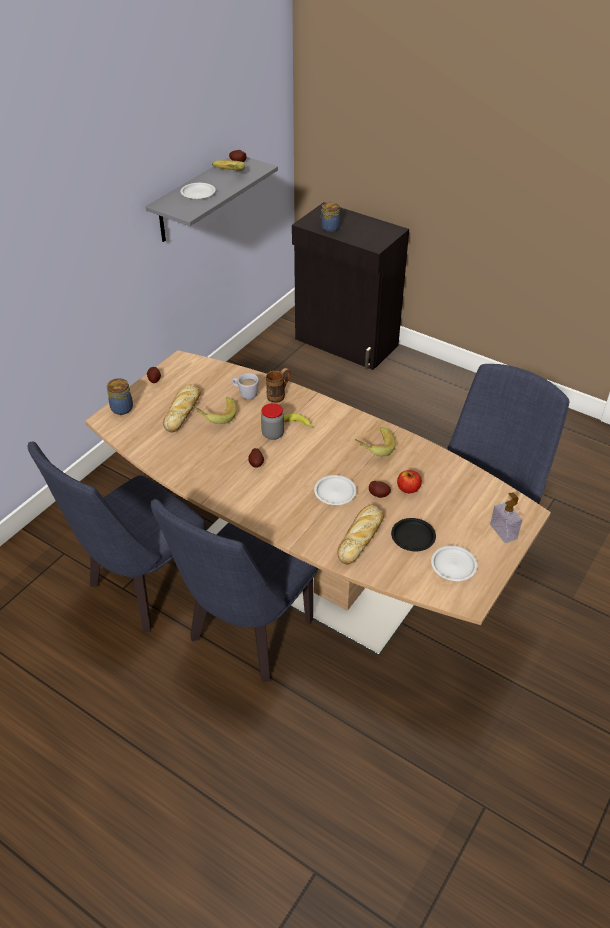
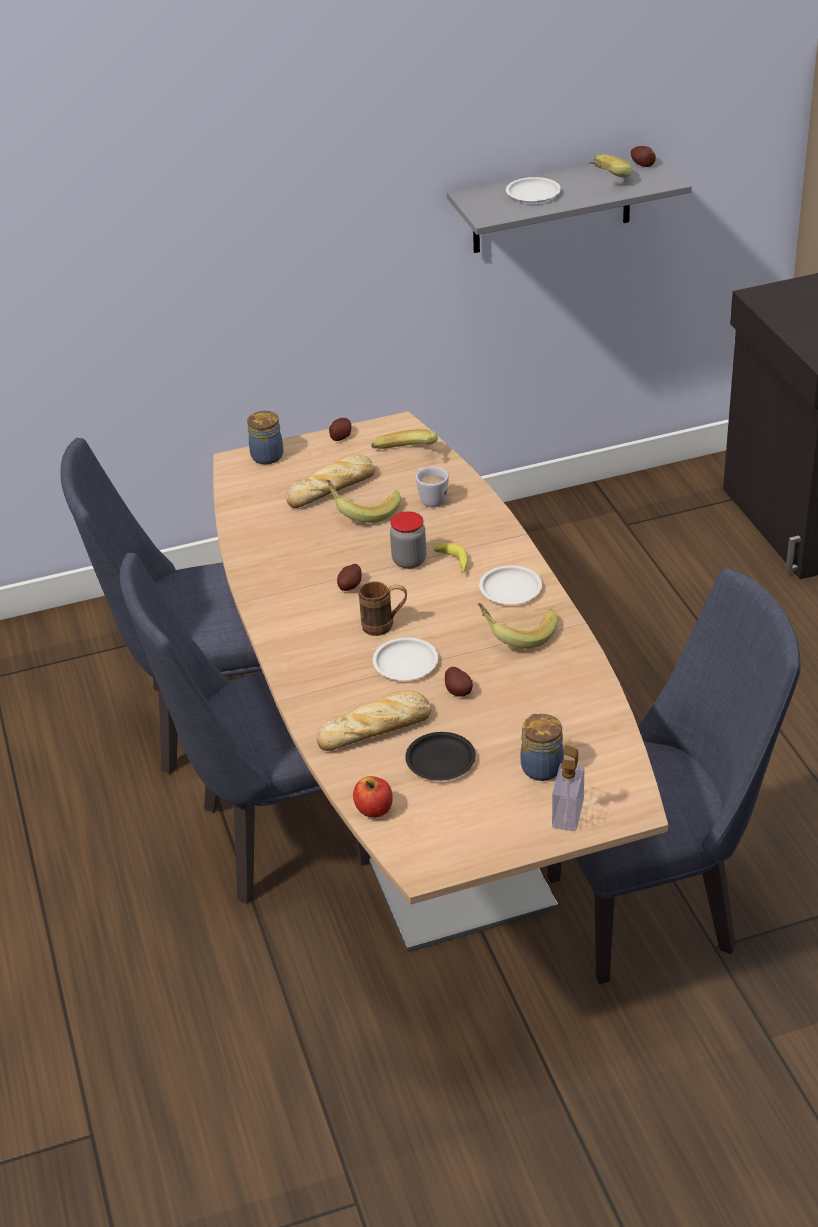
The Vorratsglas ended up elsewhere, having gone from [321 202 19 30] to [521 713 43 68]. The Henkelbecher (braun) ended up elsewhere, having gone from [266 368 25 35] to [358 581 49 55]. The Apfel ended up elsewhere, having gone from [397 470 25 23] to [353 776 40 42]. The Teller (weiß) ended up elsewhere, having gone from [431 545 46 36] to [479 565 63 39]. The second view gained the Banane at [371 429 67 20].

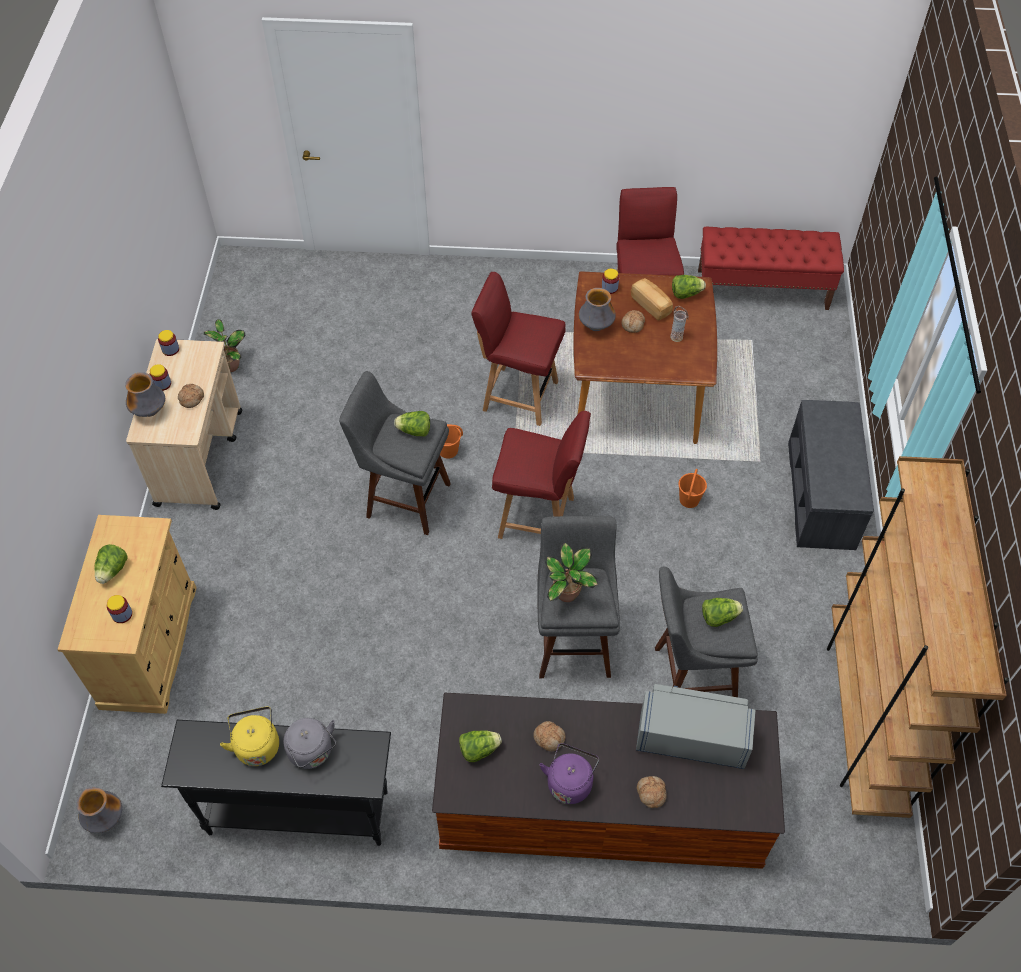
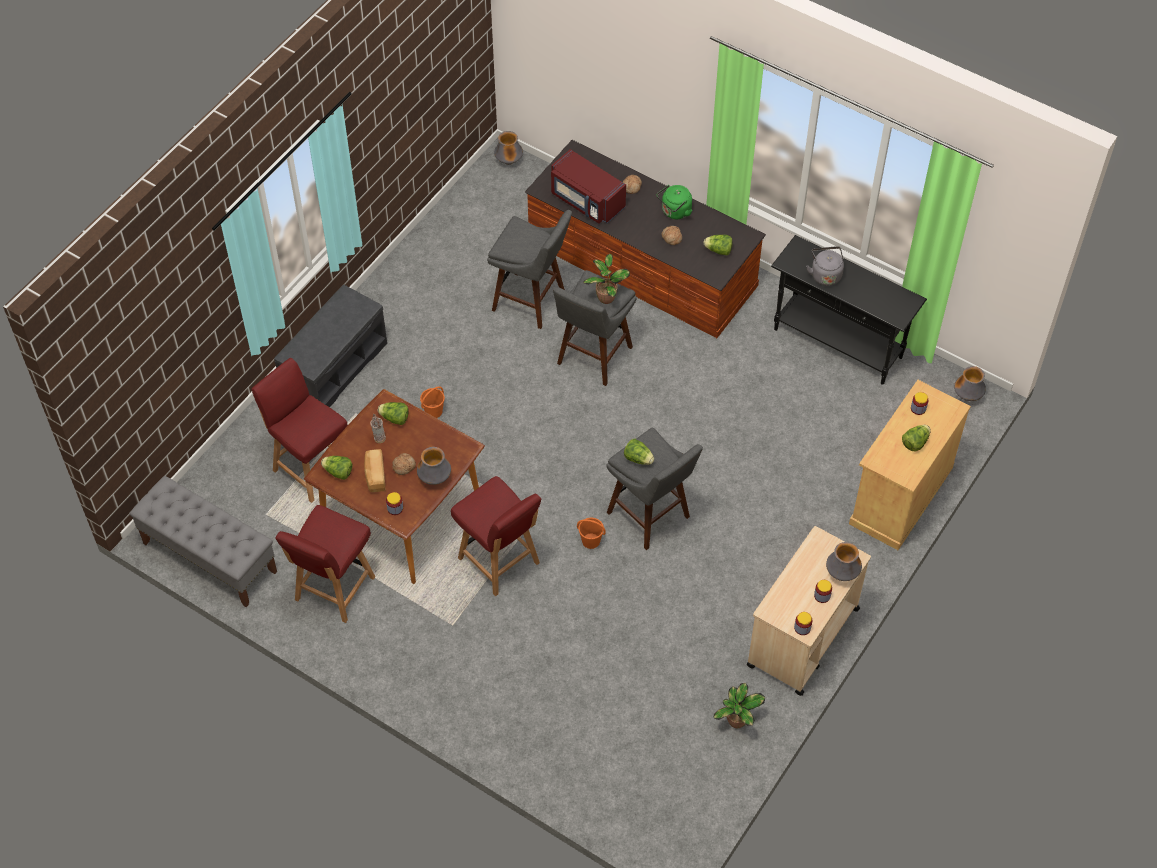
What was the Bank (rot) at [698 227 146 83] turned into the Bank (grau) at [129 476 148 131]. The second view lost the Brot at [178 384 26 24]. The Stuhl (rot) ended up elsewhere, having gone from [492 411 99 128] to [251 358 97 145]. The second view lost the Bücherregal (braun) at [827 456 182 362]. The Salatkopf ended up elsewhere, having gone from [702 598 41 29] to [378 402 31 23]. What was the Mikrowelle (grau) at [636 684 120 85] turned into the Mikrowelle (rot) at [551 149 75 75]. The second view lost the Wasserkessel (gelb) at [220 707 59 59]. What was the Wasserkessel (lila) at [540 743 59 61] turned into the Wasserkessel (grün) at [657 185 35 34]. The second view gained the Vase at [494 131 29 34].

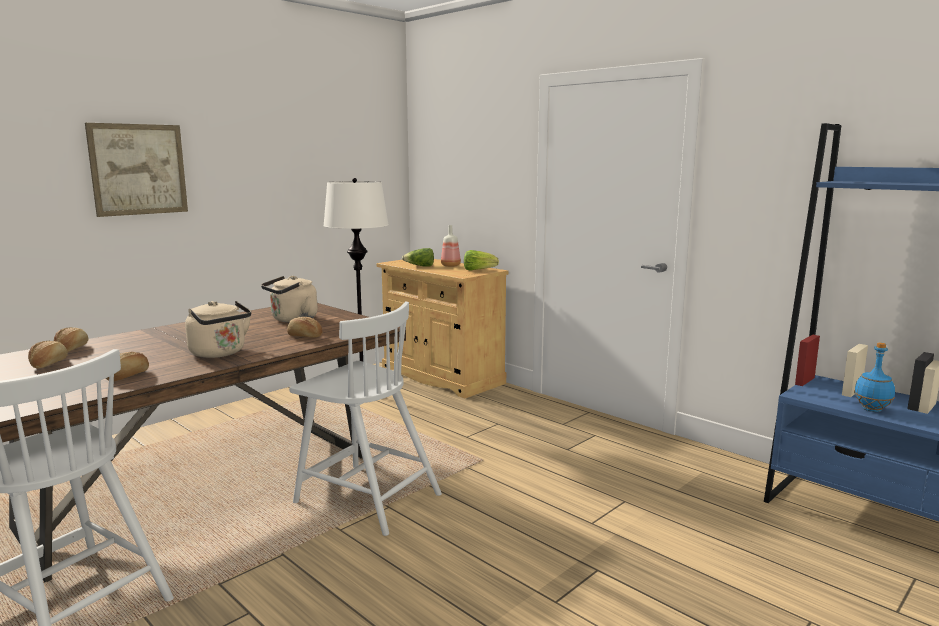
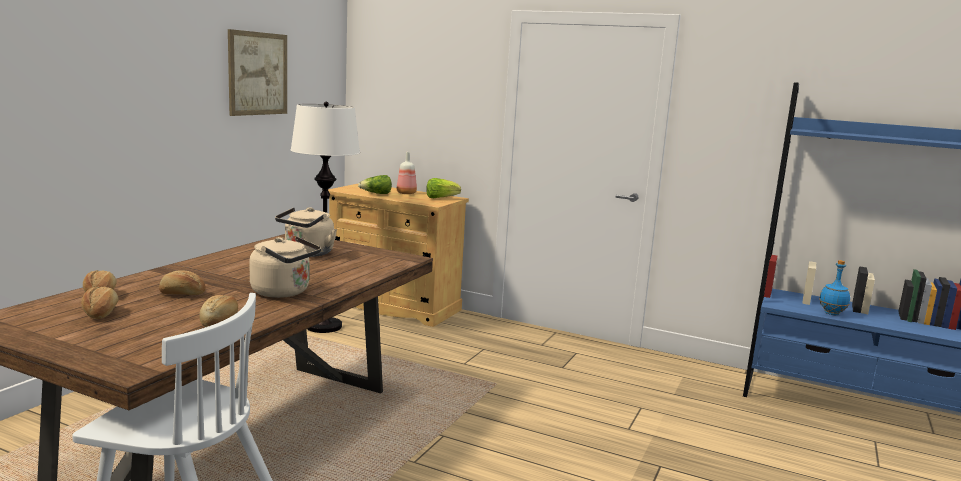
The Bild ended up elsewhere, having gone from [85 123 103 94] to [228 29 59 87]. The second view lost the Stuhl (weiß) at [289 302 153 234]. The Brot ended up elsewhere, having gone from [287 317 35 20] to [159 270 47 25].

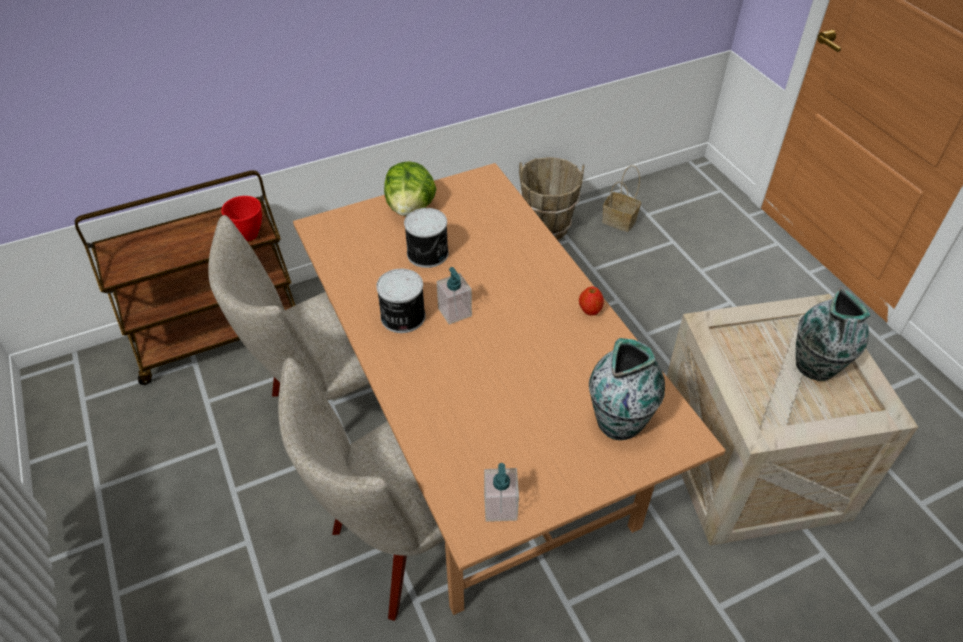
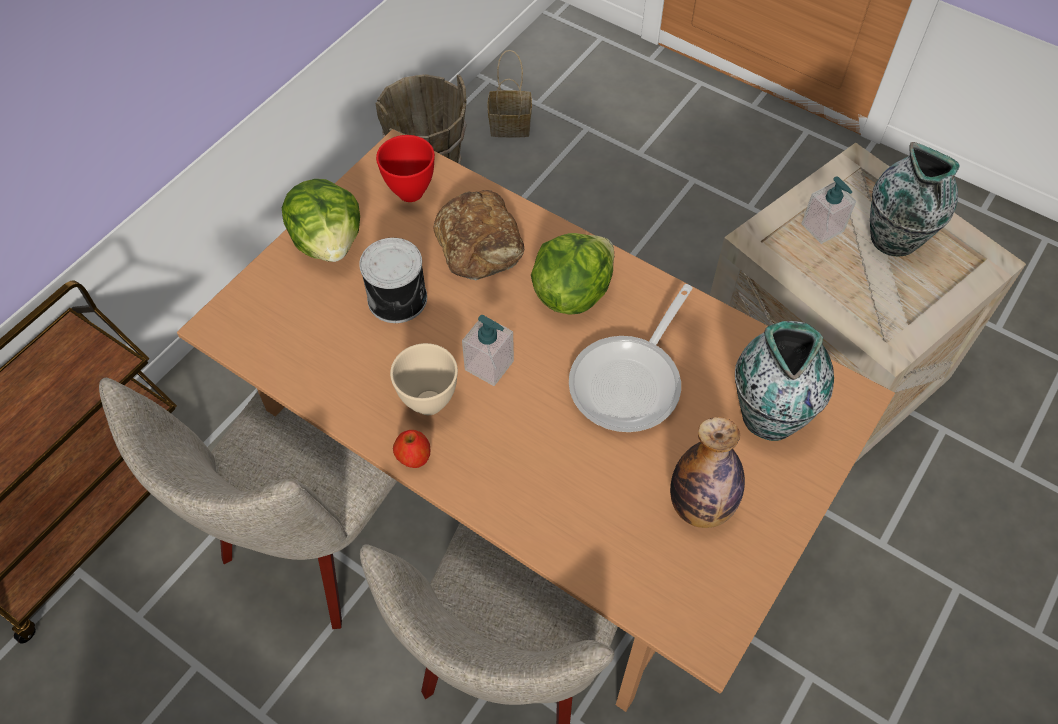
The Schüssel (rot) ended up elsewhere, having gone from [221 196 41 45] to [376 135 59 67]. Where the Dose stood at [376 269 50 64], the Schüssel (beige) came to stand at [390 343 68 72]. The Apfel ended up elsewhere, having gone from [579 287 25 29] to [393 430 37 38]. The Seifenspender ended up elsewhere, having gone from [484 463 35 59] to [801 176 55 68]. The second view gained the Brot at [433 190 91 91]. The second view gained the Salatkopf at [531 233 83 82]. The second view gained the Pfanne at [569 284 124 148]. The second view gained the Flasche at [670 417 75 111].

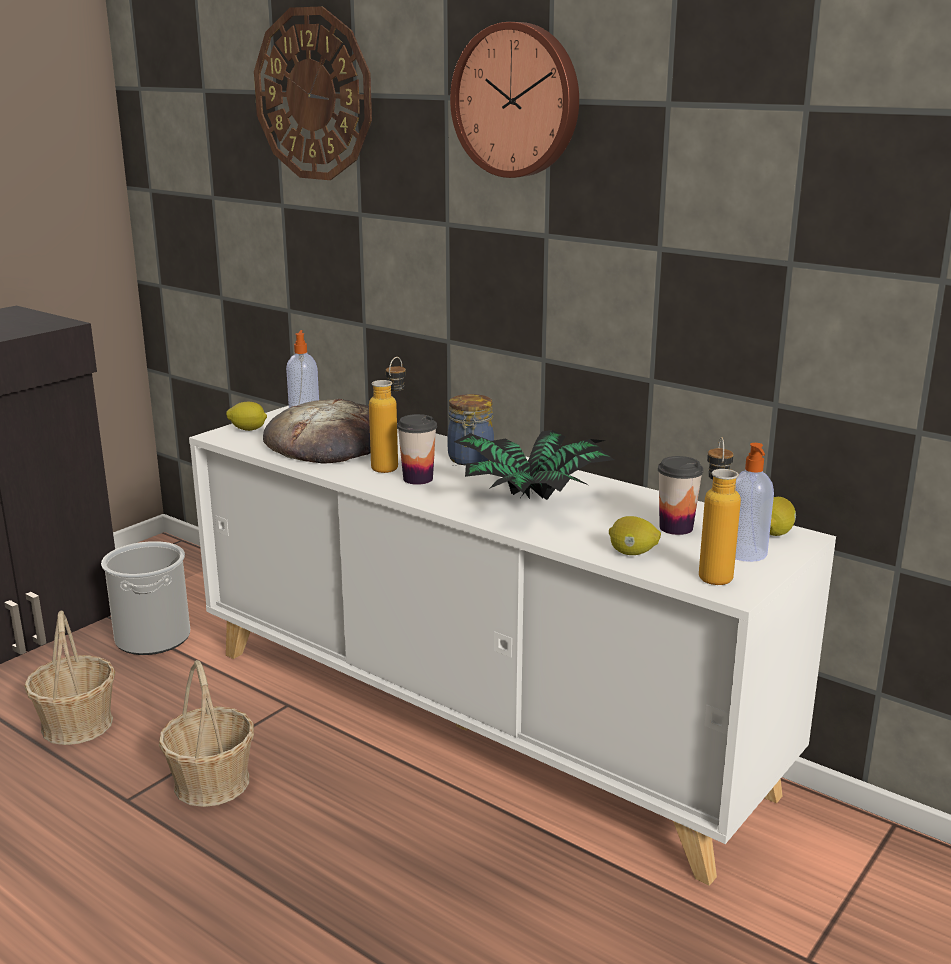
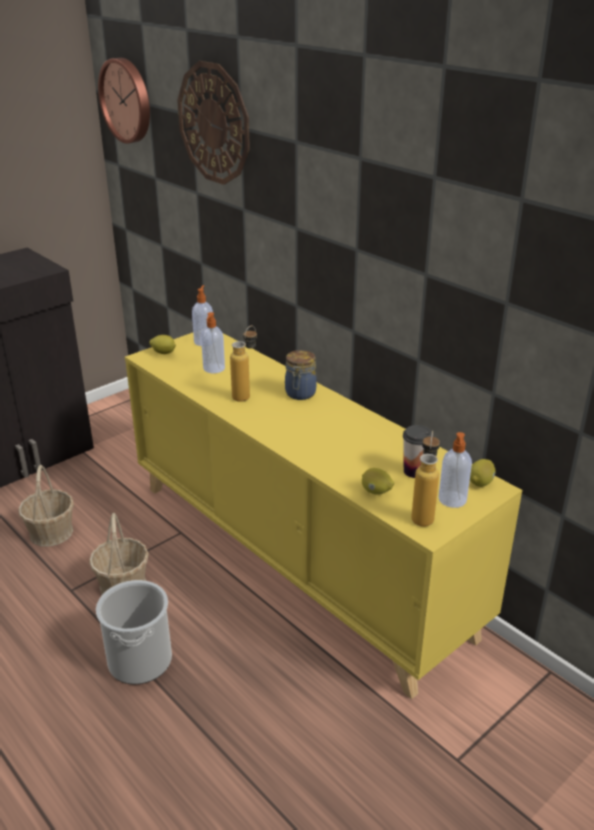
The Wanduhr ended up elsewhere, having gone from [450 22 129 156] to [98 58 52 86]. Where the Brot stood at [263 399 108 64], the Seifenspender came to stand at [201 312 24 61]. What was the Schrank (weiß) at [189 406 647 480] turned into the Schrank (gelb) at [125 333 397 366]. The second view lost the Tasse at [397 414 40 71]. The second view lost the Topfpflanze at [453 430 161 70]. The Eimer ended up elsewhere, having gone from [101 541 89 114] to [96 580 76 104].

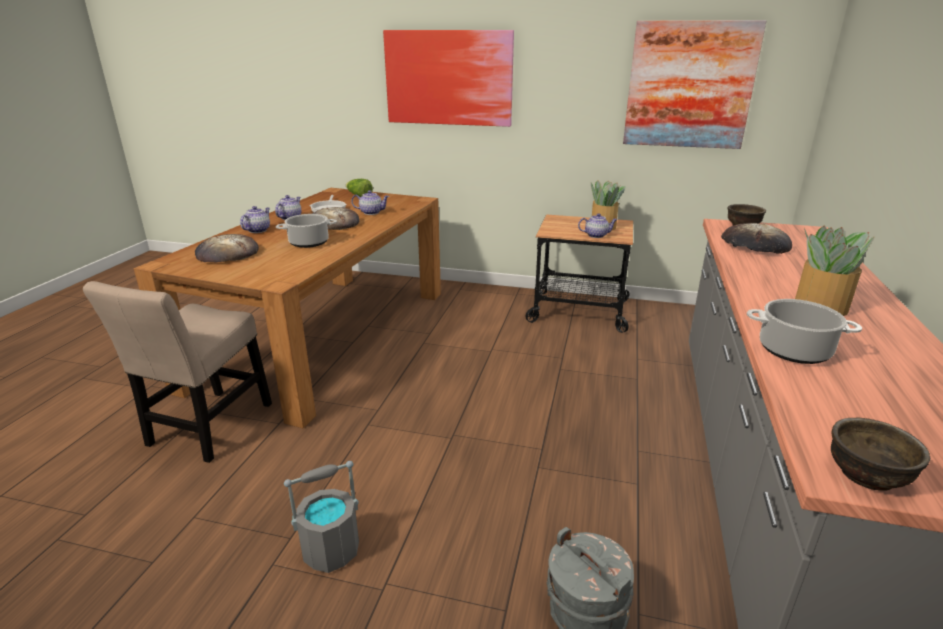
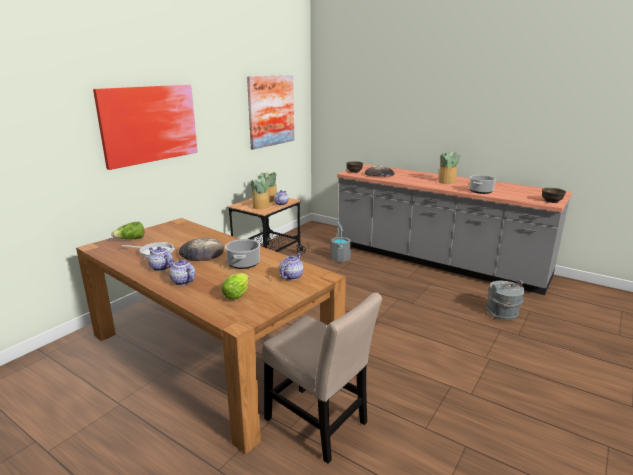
The Teekanne ended up elsewhere, having gone from [351 190 38 25] to [279 253 25 27]. Where the Brot stood at [195 234 64 29], the Salatkopf came to stand at [221 273 28 26]. The Eimer (grau) ended up elsewhere, having gone from [284 461 75 112] to [331 222 20 40]. The second view gained the Topfpflanze at [250 177 21 32].

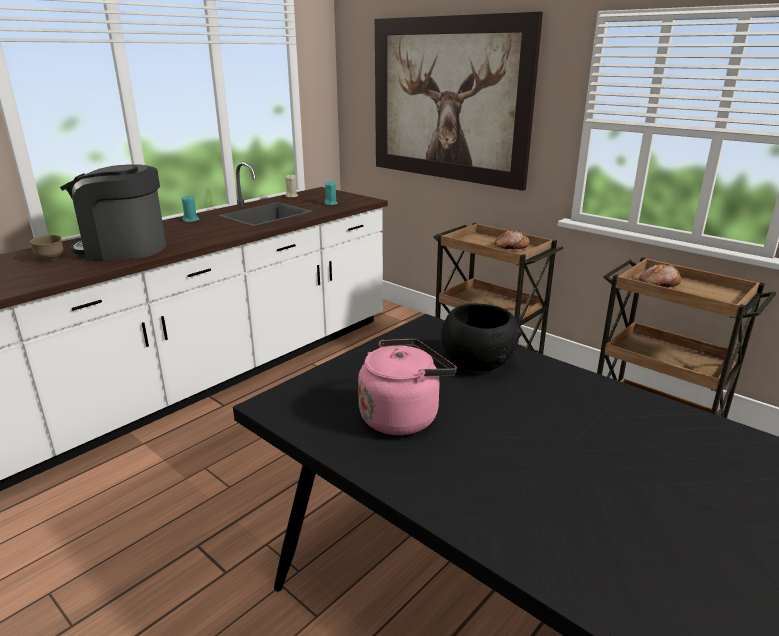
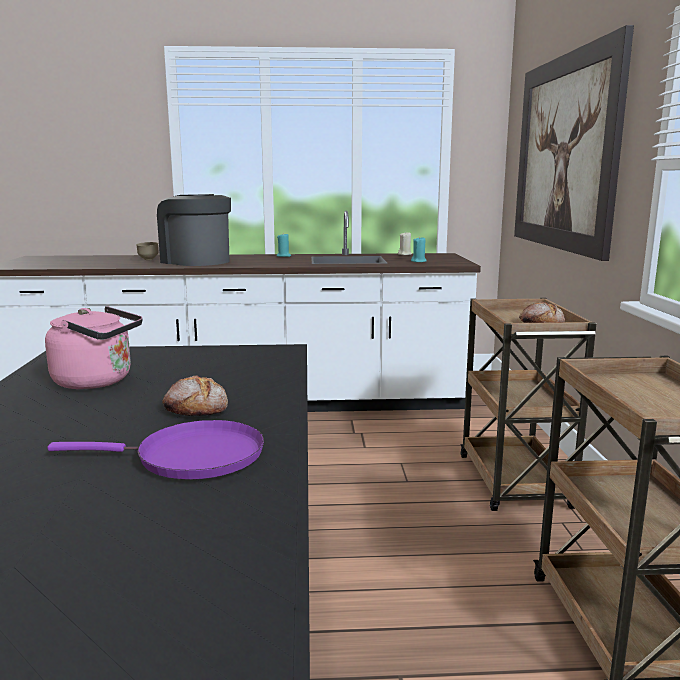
The Brot ended up elsewhere, having gone from [639 264 42 24] to [162 375 66 41]. The second view lost the Schüssel (schwarz) at [441 303 81 68]. The second view gained the Pfanne (lila) at [47 420 217 59].

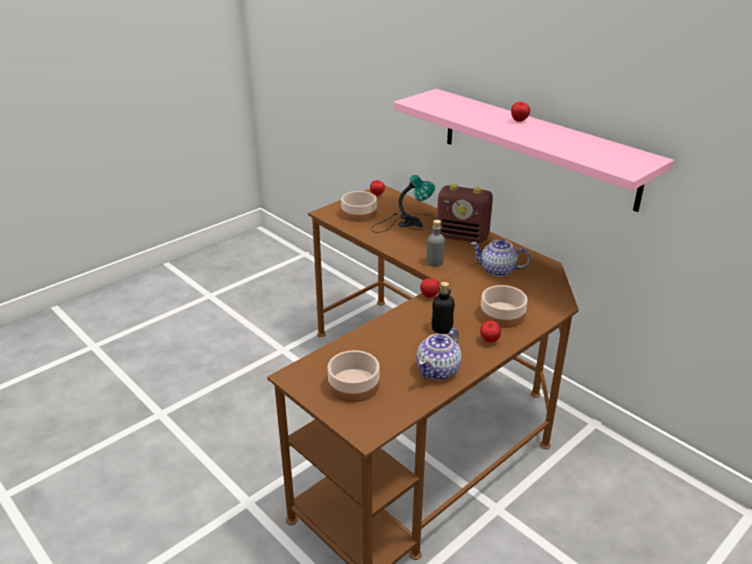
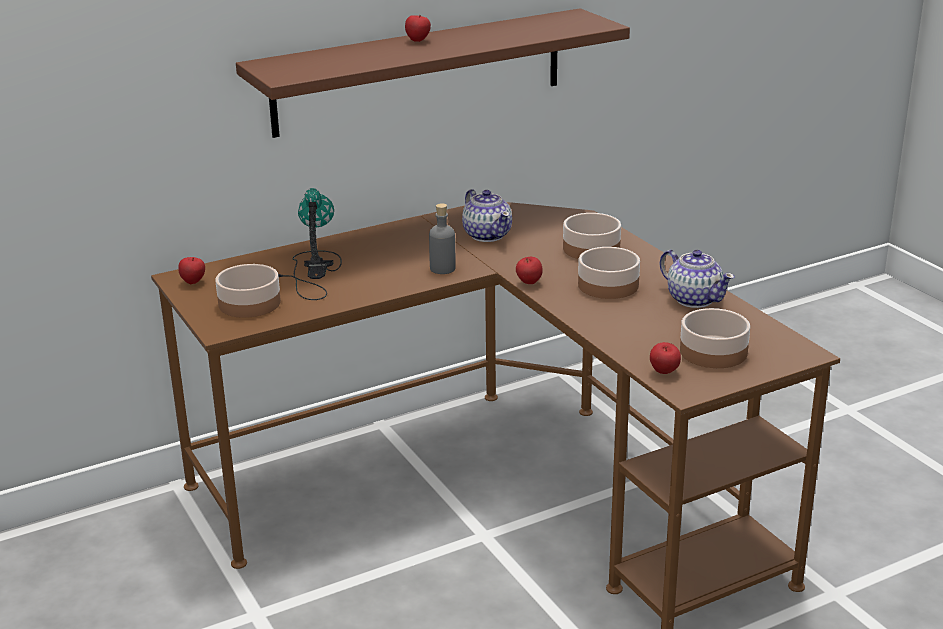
What was the Wandregal (rosa) at [394 89 280 123] turned into the Wandregal (braun) at [236 8 394 130]. The second view lost the Radio at [437 184 56 59]. The Teekanne at [471 239 60 38] ended up facing another way, 60 degrees counterclockwise from before. Where the Flasche stood at [432 282 23 52], the Schüssel came to stand at [578 247 62 52]. The Apfel ended up elsewhere, having gone from [480 321 21 21] to [650 342 31 32].

